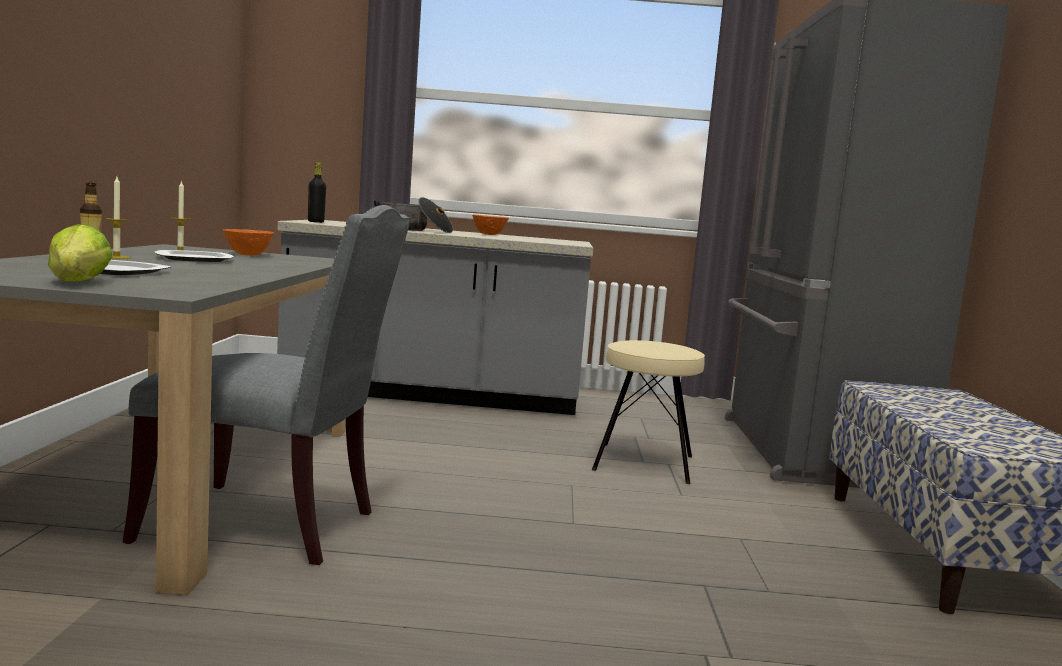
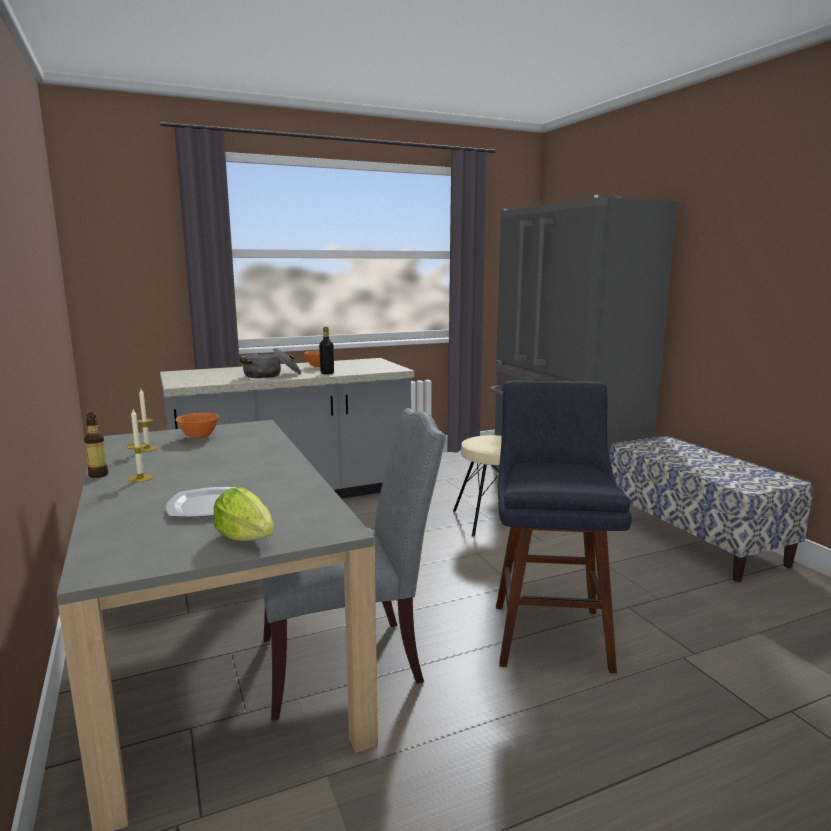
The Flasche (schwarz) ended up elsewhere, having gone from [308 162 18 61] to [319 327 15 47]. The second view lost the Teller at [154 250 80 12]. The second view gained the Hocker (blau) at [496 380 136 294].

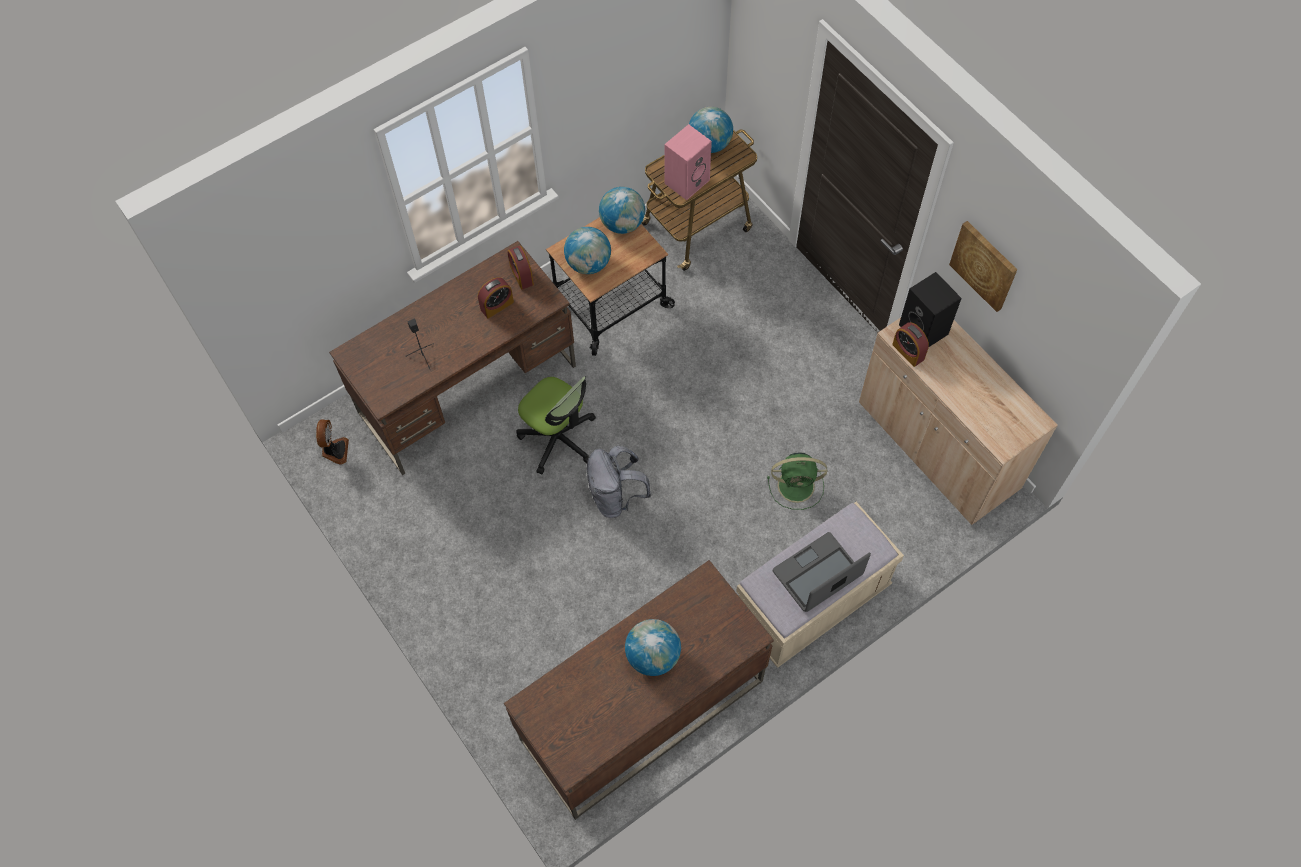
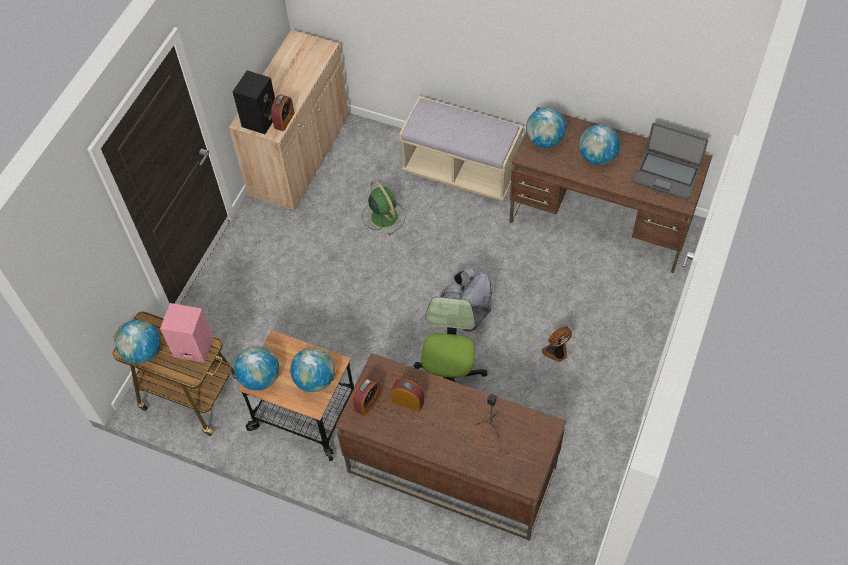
The second view lost the Bild at [949 221 68 91]. The Ventilator ended up elsewhere, having gone from [316 420 33 45] to [542 326 30 36]. The Laptop ended up elsewhere, having gone from [773 532 98 80] to [633 123 75 77]. The second view gained the Globus at [526 108 40 40].

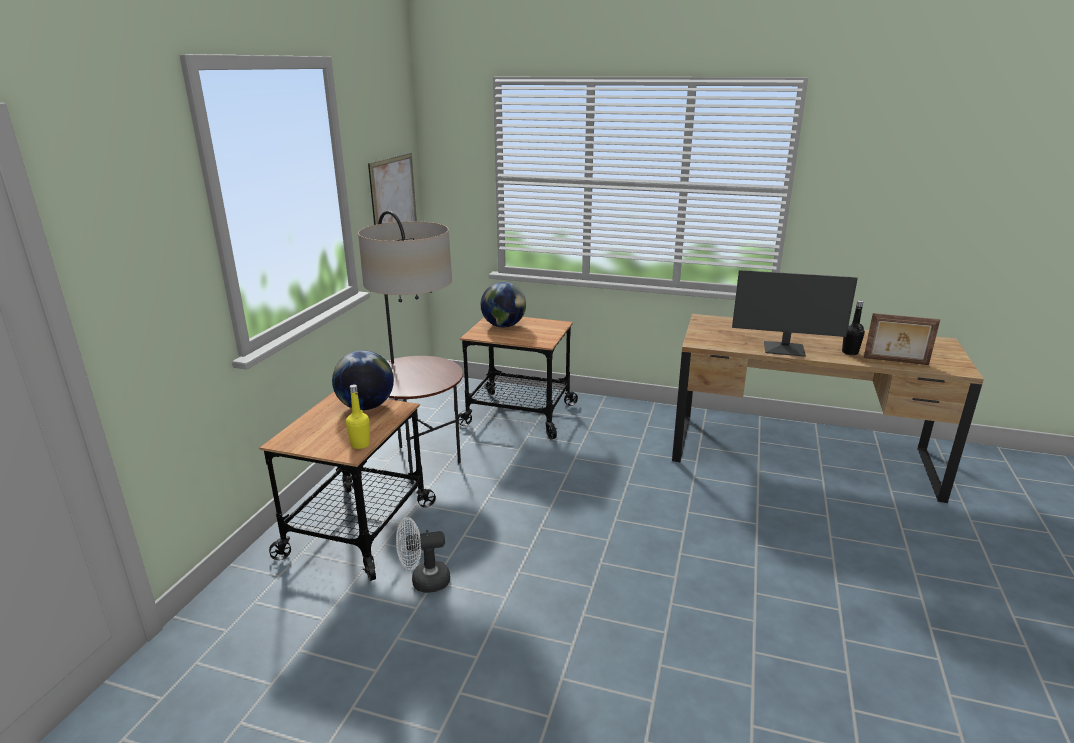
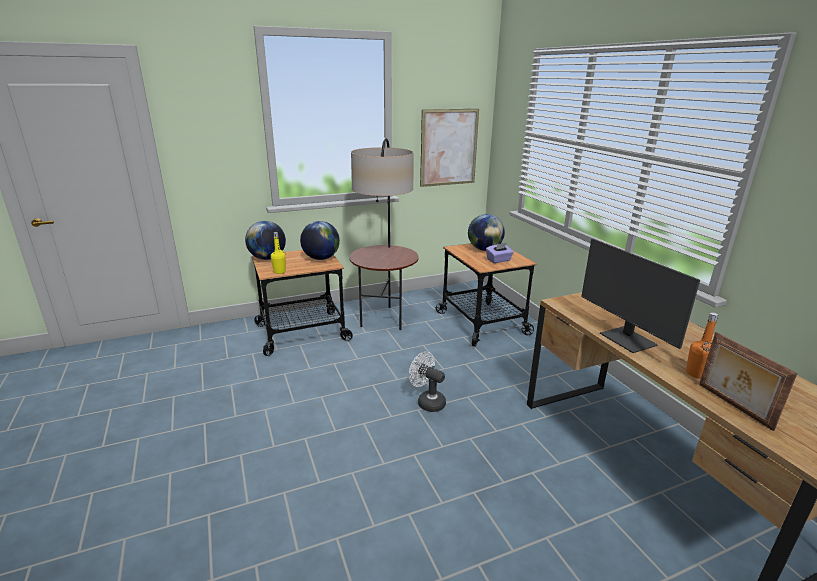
What was the Flasche (schwarz) at [842 300 23 55] turned into the Flasche (orange) at [686 313 32 66]. The Ventilator (weiß) ended up elsewhere, having gone from [396 517 54 76] to [409 352 37 60]. The second view gained the Globus at [245 221 41 39]. The second view gained the Taschentuchbox (lila) at [486 243 28 20].

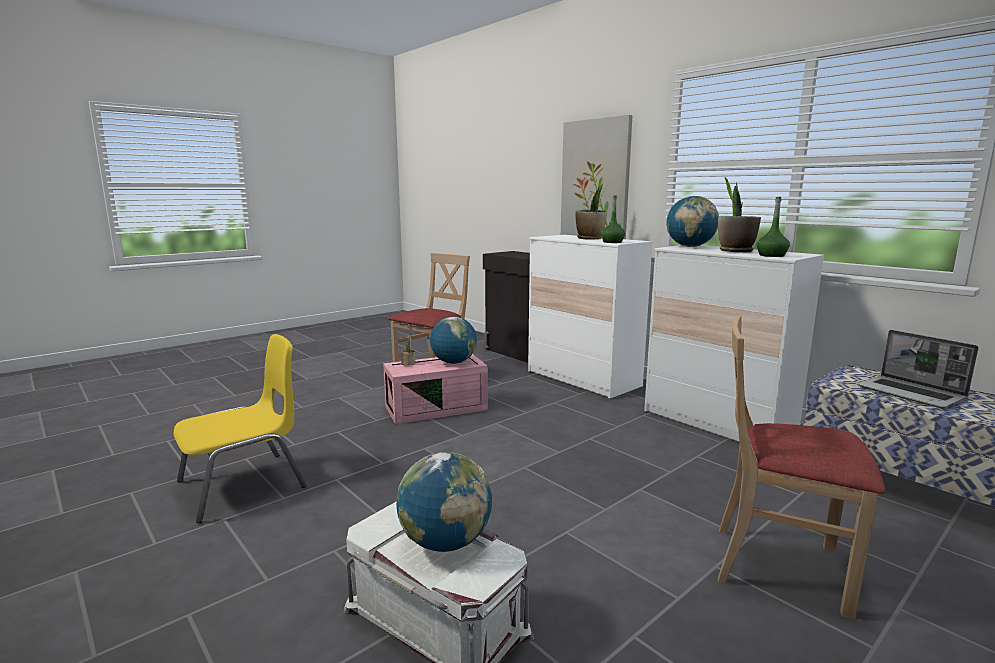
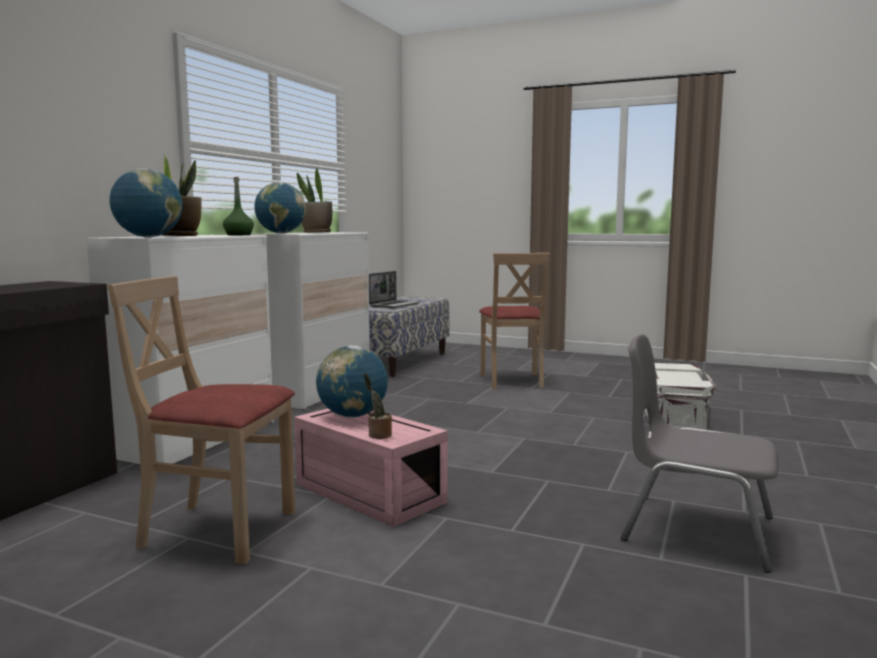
The second view lost the Bild at [561 115 72 124]. The second view lost the Flasche (grün) at [757 197 33 60]. What was the Stuhl (gelb) at [174 334 133 189] turned into the Stuhl (grau) at [621 334 157 239]. The Globus ended up elsewhere, having gone from [396 452 96 100] to [110 169 73 69].

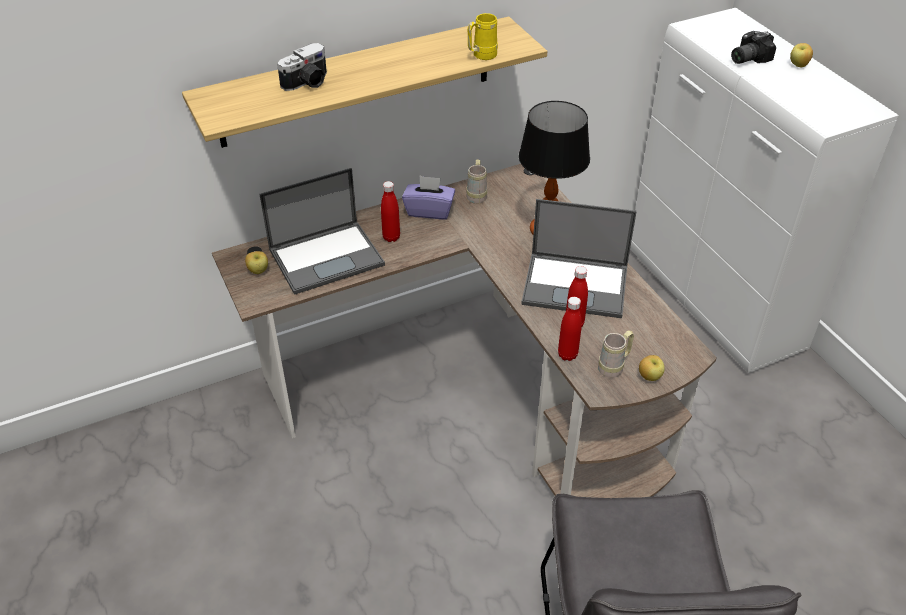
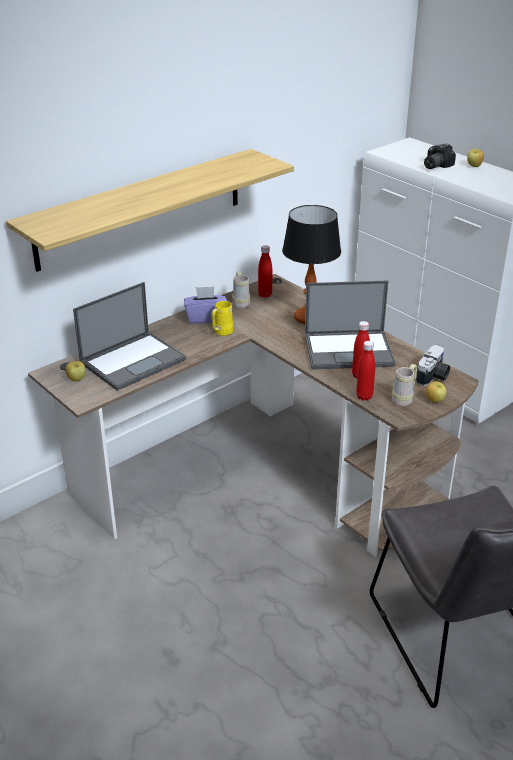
The Henkelbecher (gelb) ended up elsewhere, having gone from [467 13 31 47] to [211 301 22 35]. The Kamera ended up elsewhere, having gone from [277 43 50 48] to [416 345 34 41]. The Flasche (rot) ended up elsewhere, having gone from [381 181 19 61] to [258 245 14 53].

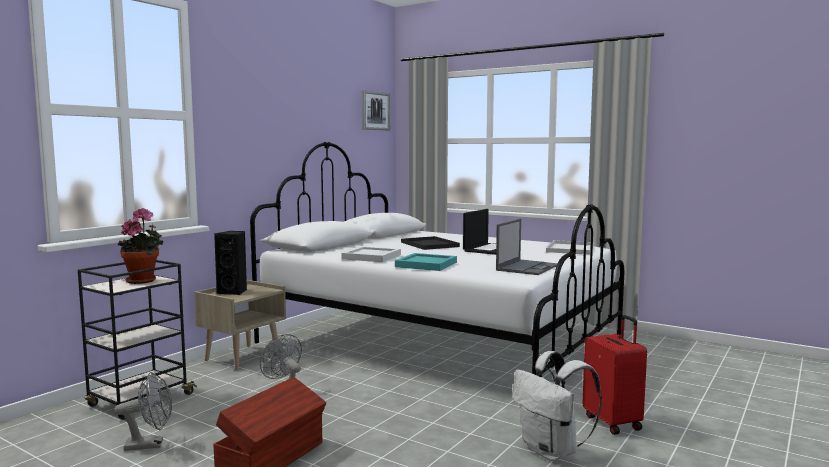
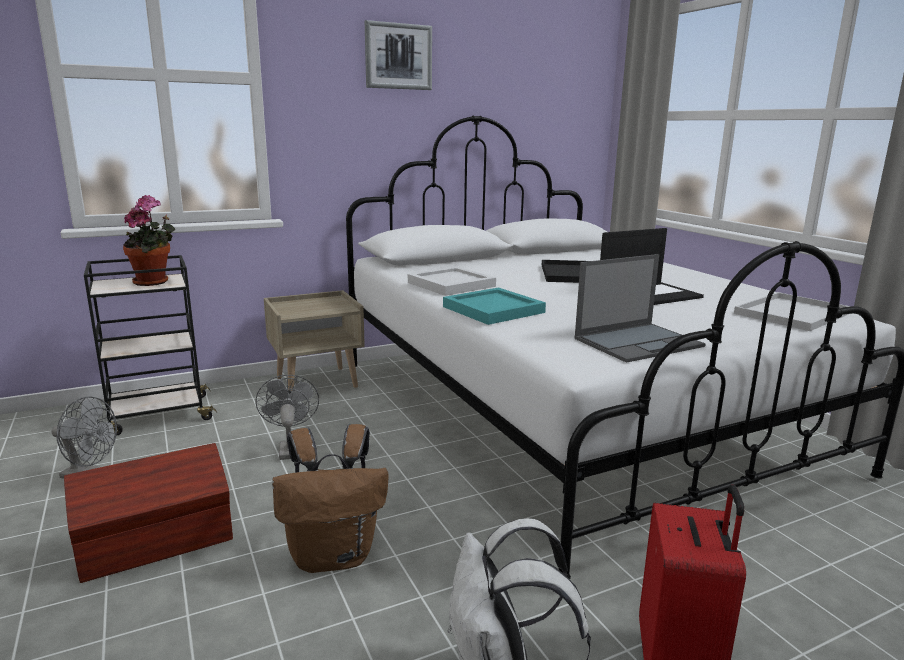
The Bild ended up elsewhere, having gone from [362 90 28 40] to [365 20 67 70]. The second view lost the Lautsprecher (schwarz) at [214 231 33 64]. The second view gained the Rucksack (braun) at [272 424 117 149].

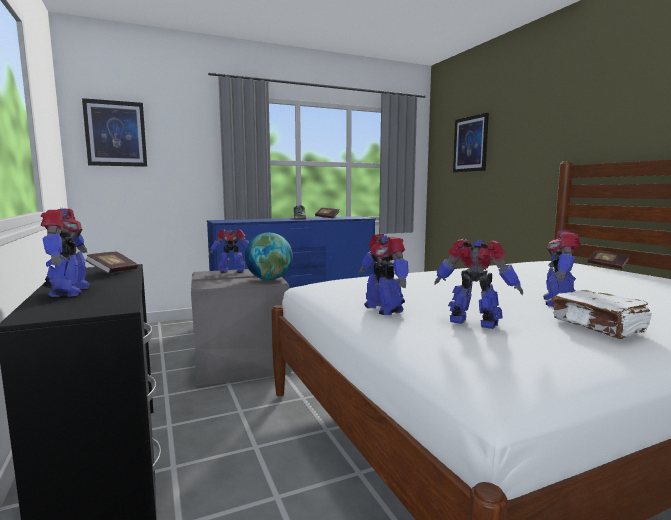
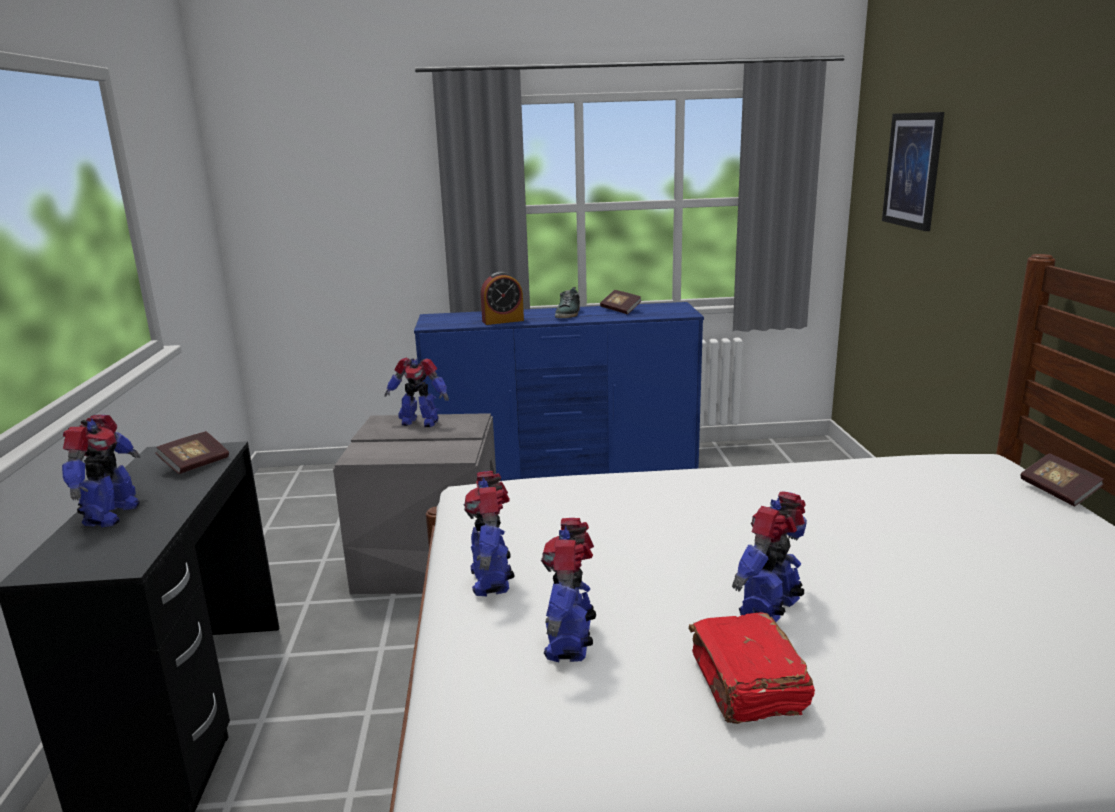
The second view lost the Bild at [82 98 65 69]. The second view lost the Globus at [245 232 48 48]. The Spielzeugroboter at [435 238 88 91] ended up facing another way, 135 degrees counterclockwise from before. What was the Buch (weiß) at [551 290 101 49] turned into the Buch (rot) at [689 612 126 112]. The second view gained the Wecker at [481 272 43 53].

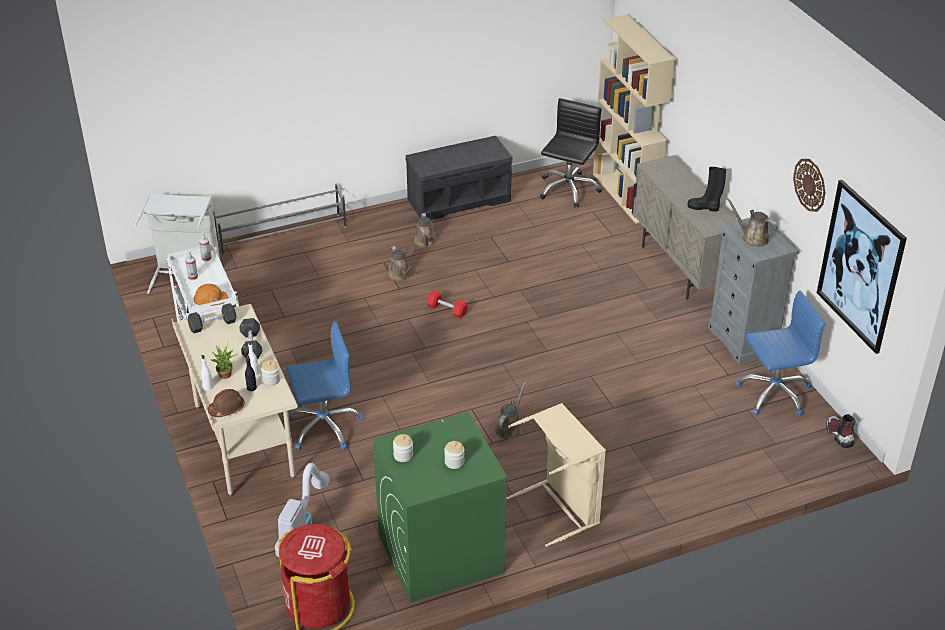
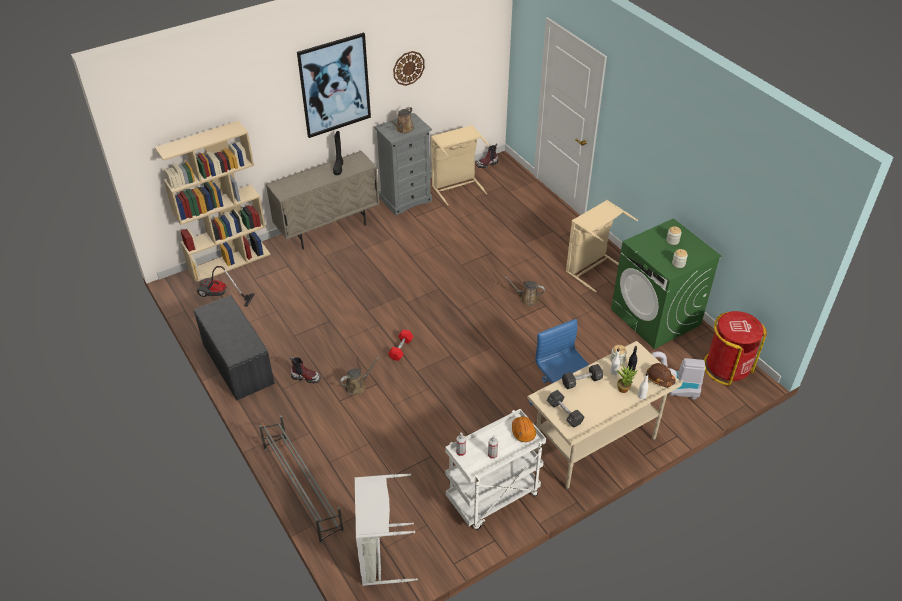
Where the Bürostuhl (schwarz) stood at [540 98 62 110], the Staubsauger came to stand at [196 266 59 41]. The Bild ended up elsewhere, having gone from [817 180 90 174] to [297 33 74 105]. Where the Gießkanne (braun) stood at [414 213 23 34], the Stiefel came to stand at [289 356 31 27]. Where the Bürostuhl (blau) stood at [735 290 90 126], the Wäschekorb (beige) came to stand at [431 125 58 81].

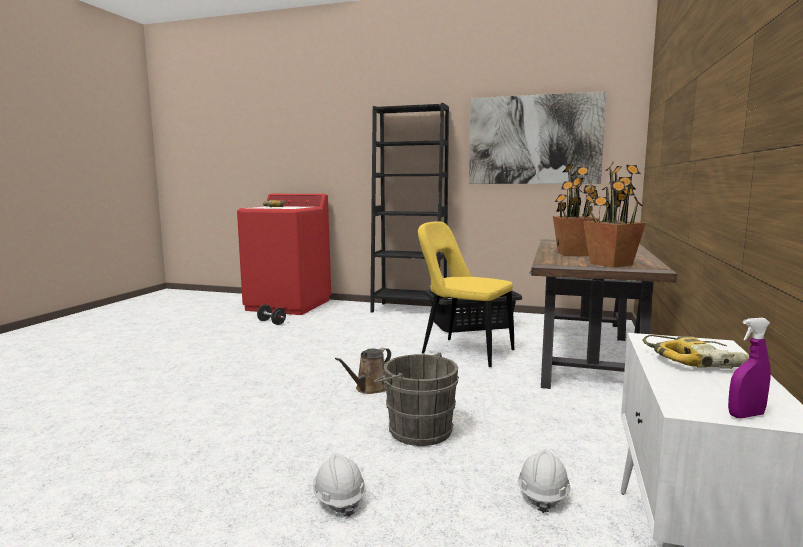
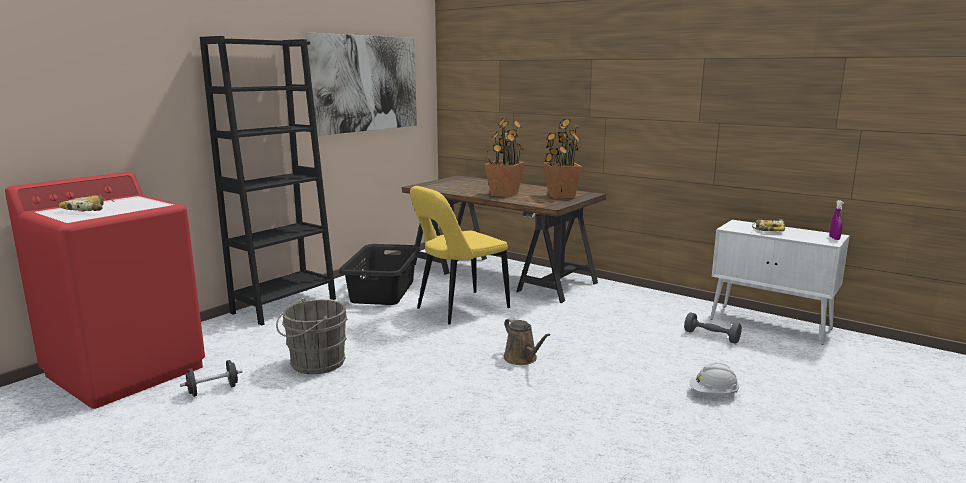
The Eimer (grau) ended up elsewhere, having gone from [374 352 85 94] to [276 298 71 76]. Where the Schutzhelm (weiß) stood at [518 449 53 64], the Hantel (grau) came to stand at [684 312 58 32].

